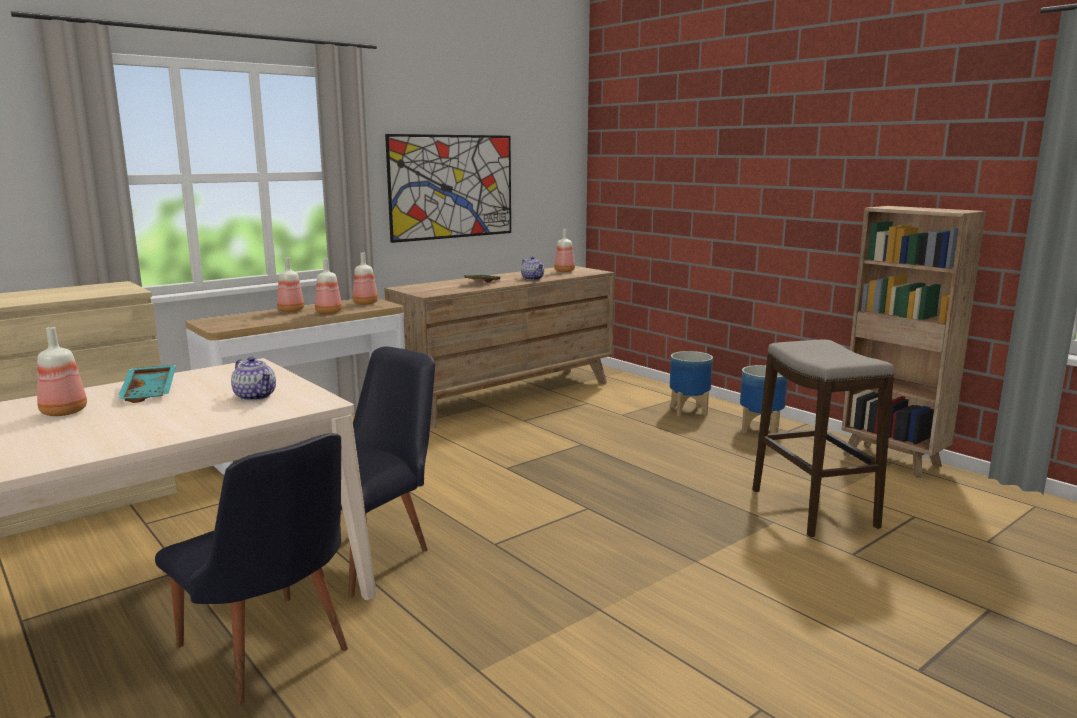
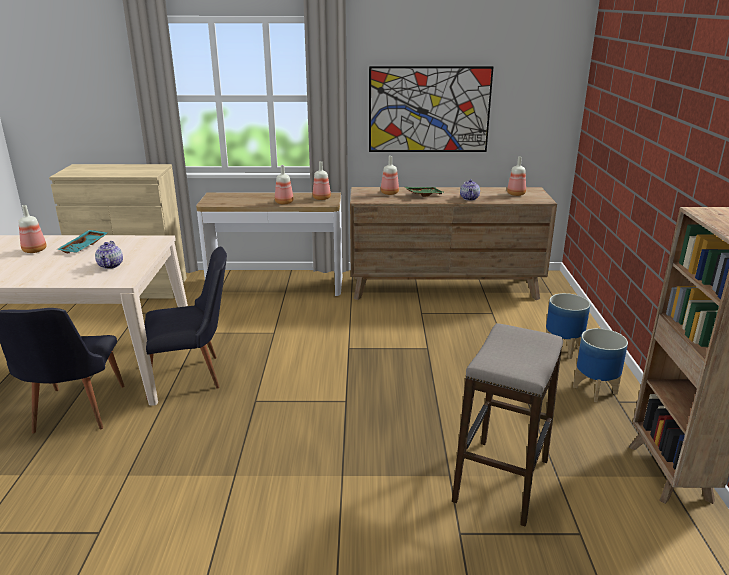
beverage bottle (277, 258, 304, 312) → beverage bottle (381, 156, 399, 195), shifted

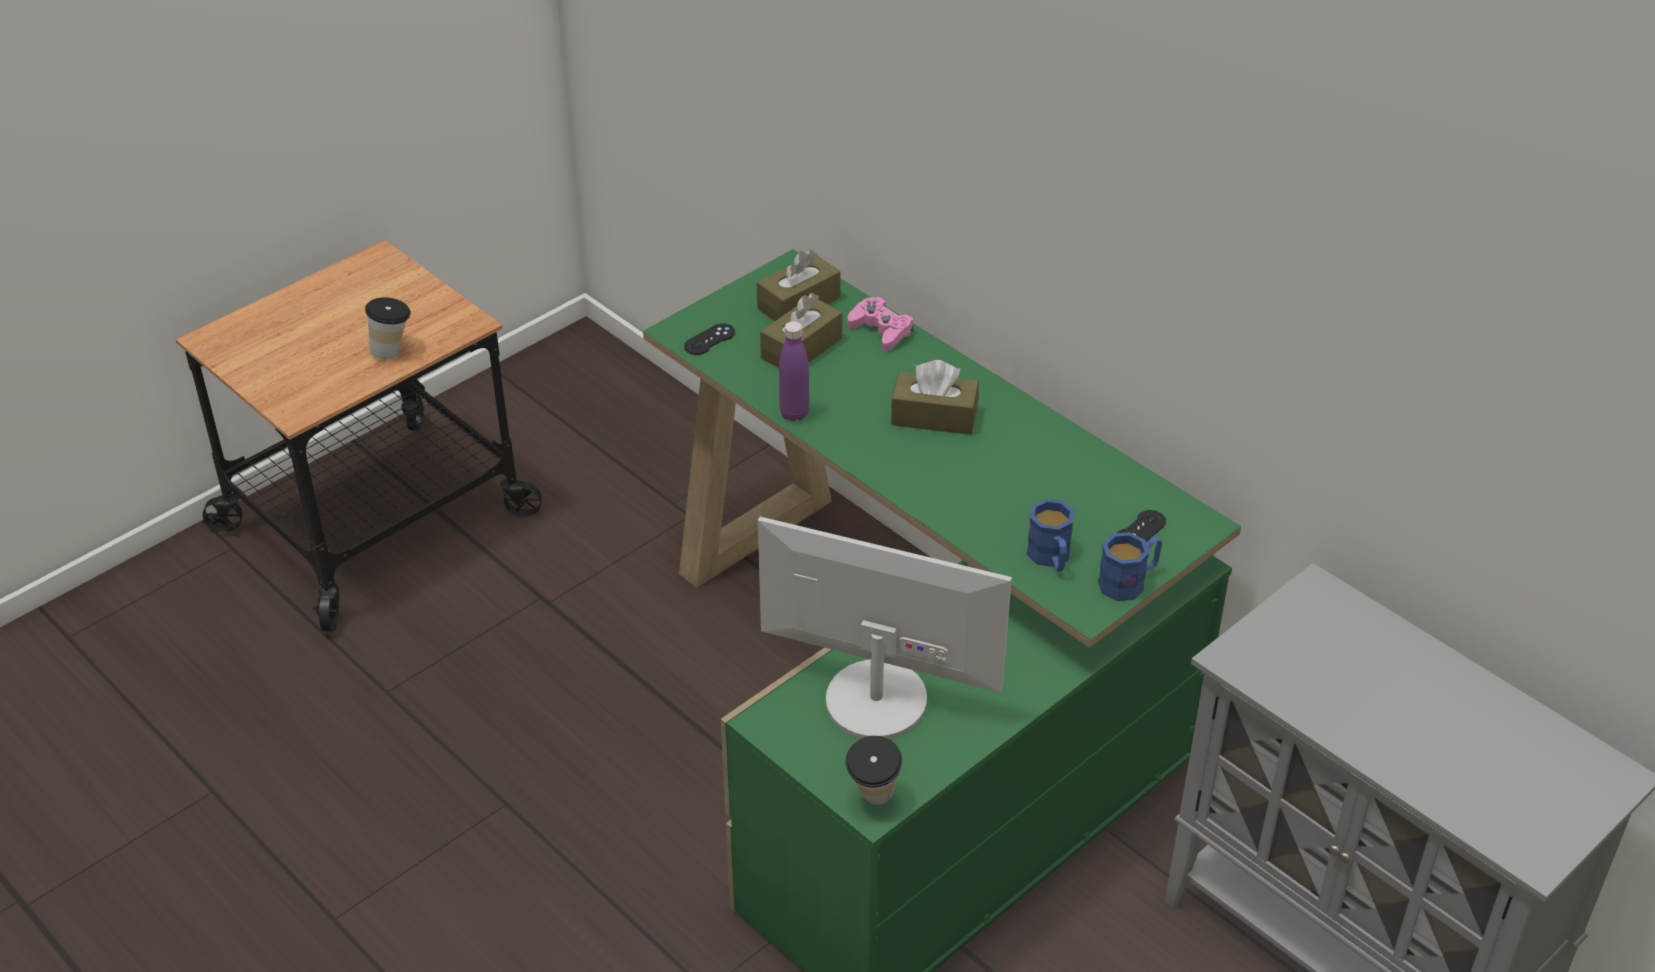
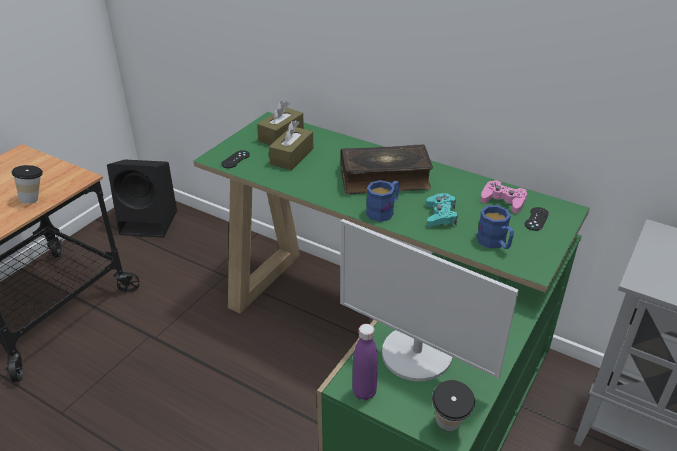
monitor (758, 517, 1012, 739) → monitor (340, 219, 519, 381), 150 degrees counterclockwise
beverage bottle (purple-coloured) (779, 321, 809, 421) → beverage bottle (purple-coloured) (352, 324, 378, 401), shifted
game controller (pink-coloured) (847, 297, 914, 351) → game controller (pink-coloured) (480, 180, 527, 214), shifted
tissue holder (brown) (891, 360, 979, 435) → bound book (341, 145, 433, 194)
mug (bluish) (1098, 532, 1162, 601) → mug (bluish) (366, 180, 400, 222), shifted
- → loudspeaker (black-coloured) (107, 160, 177, 238)
- → game controller (turquoise) (426, 193, 457, 227)

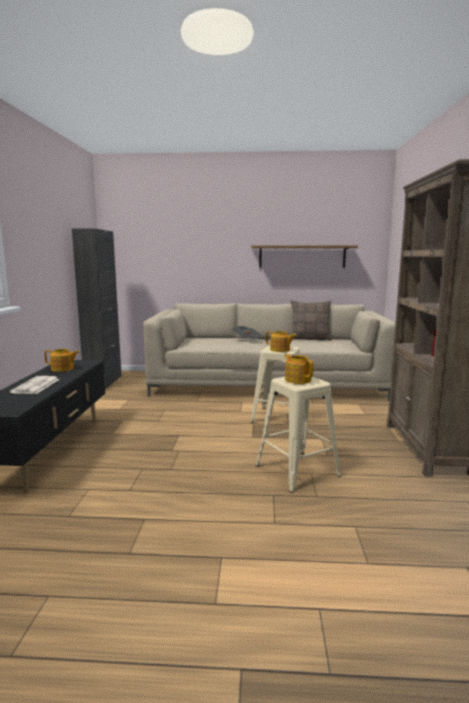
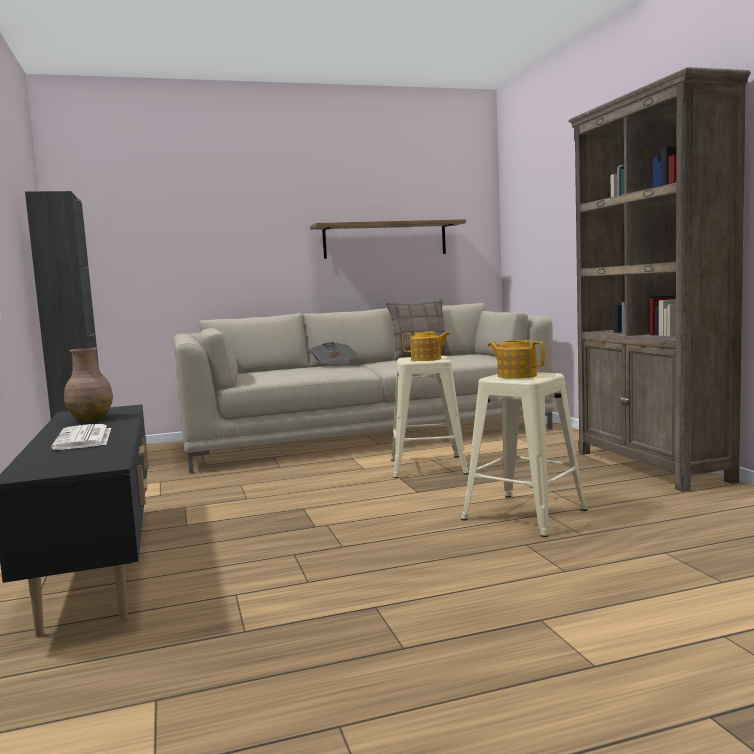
pot for tea (44, 349, 79, 372) → decorative vase (brown) (64, 348, 113, 421)

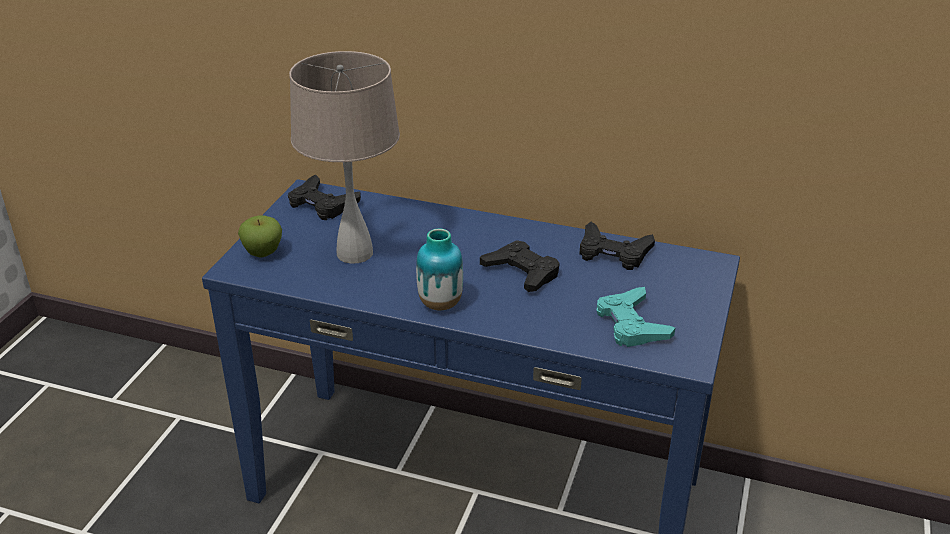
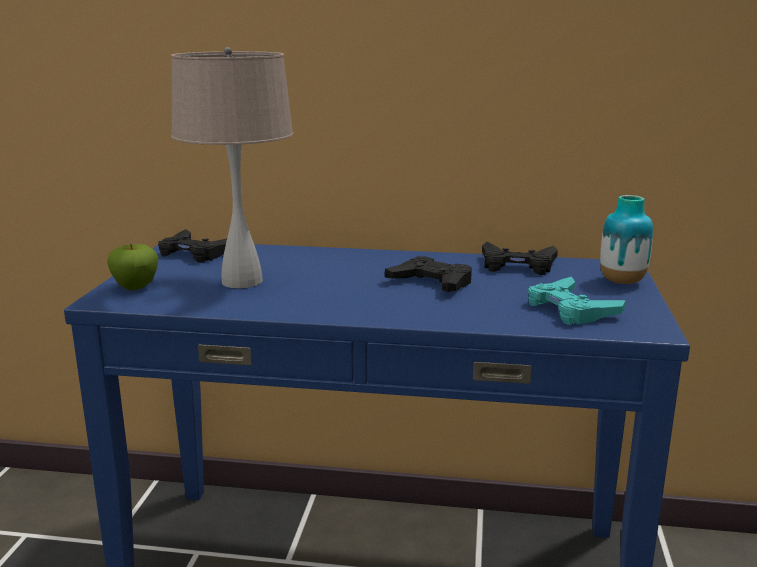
decorative vase (416, 229, 463, 310) → decorative vase (600, 195, 653, 284), shifted

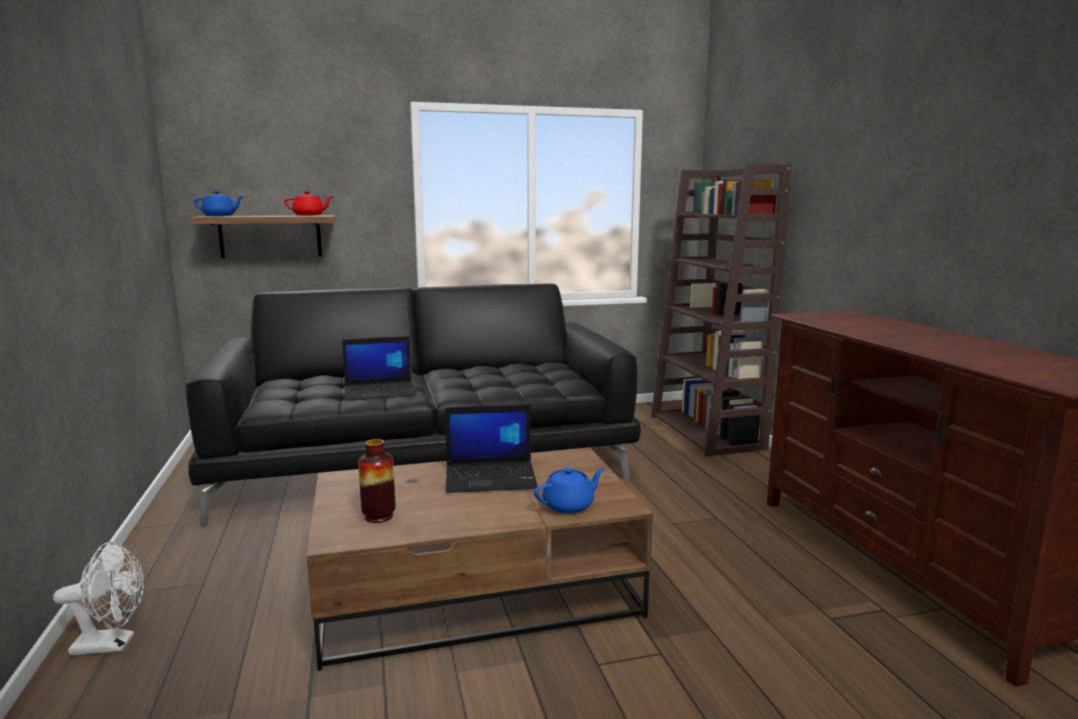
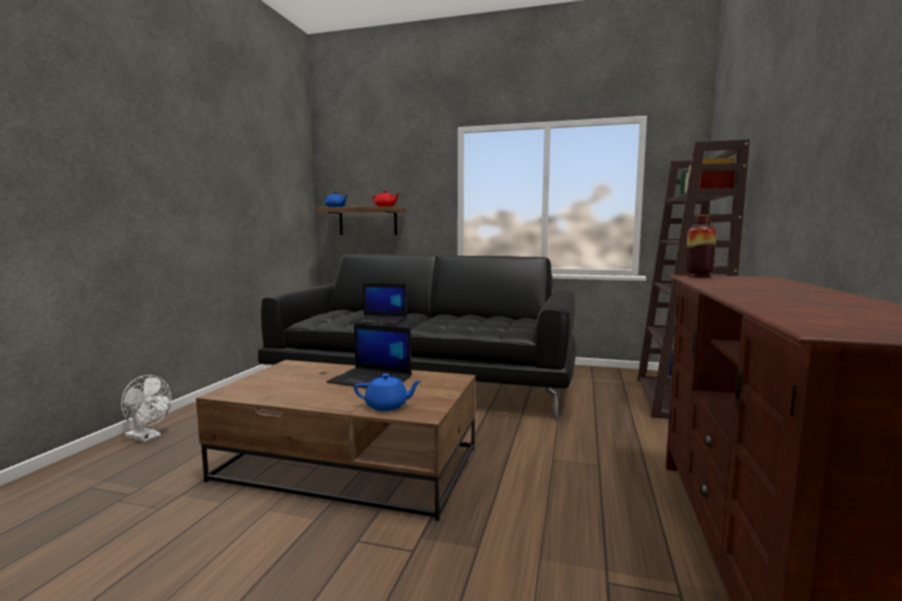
decorative vase (358, 439, 395, 523) → decorative vase (685, 215, 716, 277), shifted

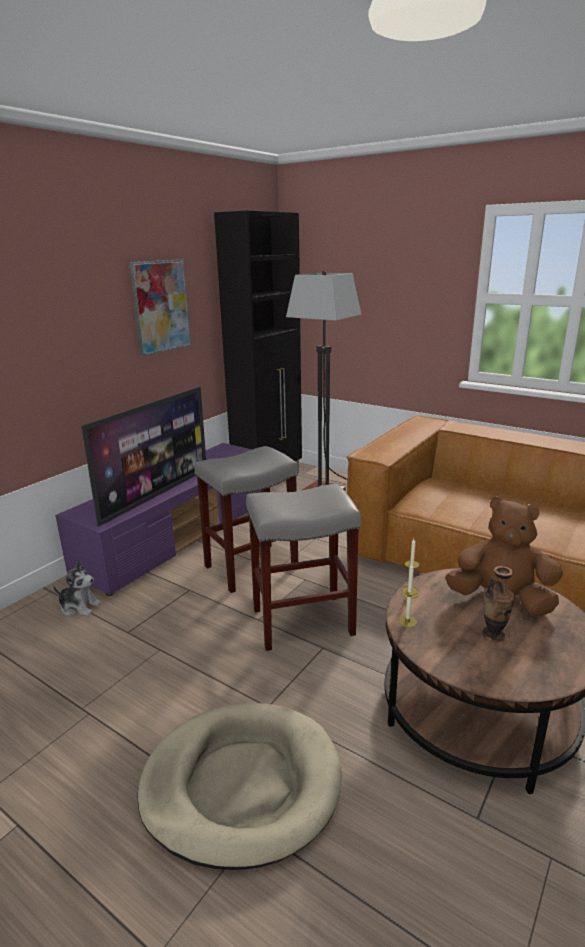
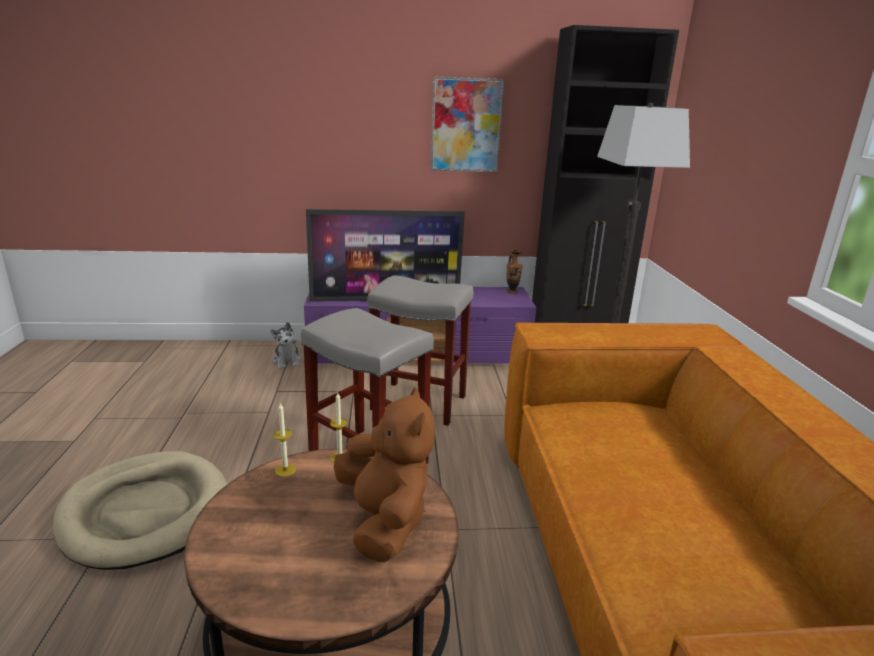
decorative vase (482, 566, 515, 642) → decorative vase (506, 249, 523, 294), shifted

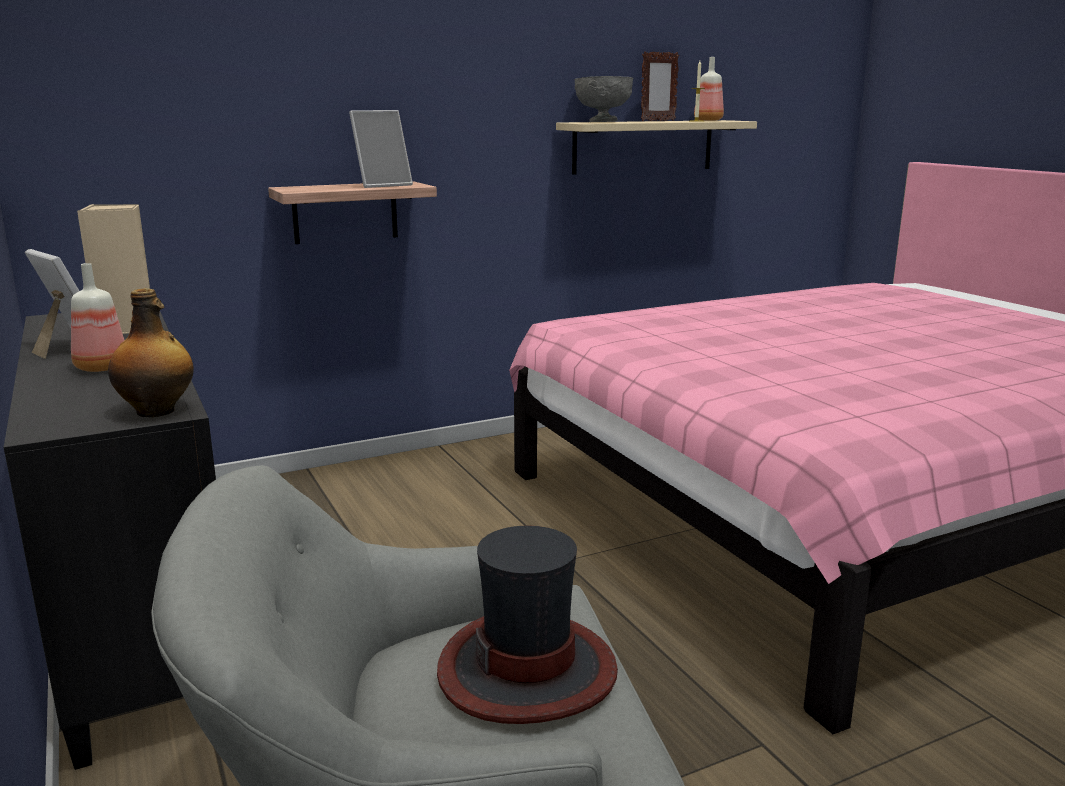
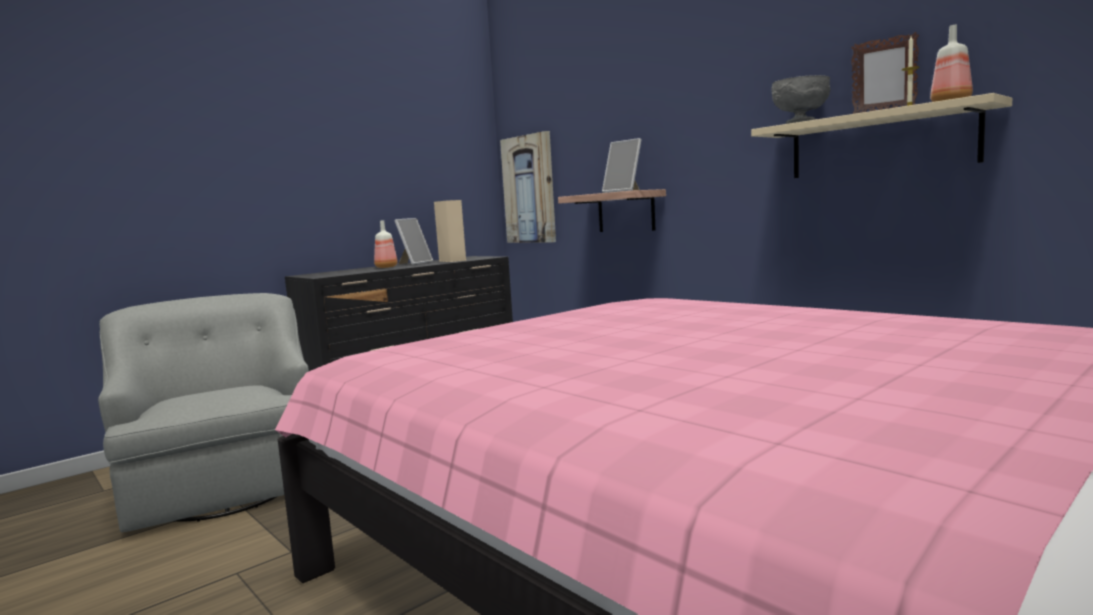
beverage bottle (108, 288, 194, 417) → -
clothing hat (437, 526, 618, 724) → -
- → wall picture (500, 131, 556, 243)

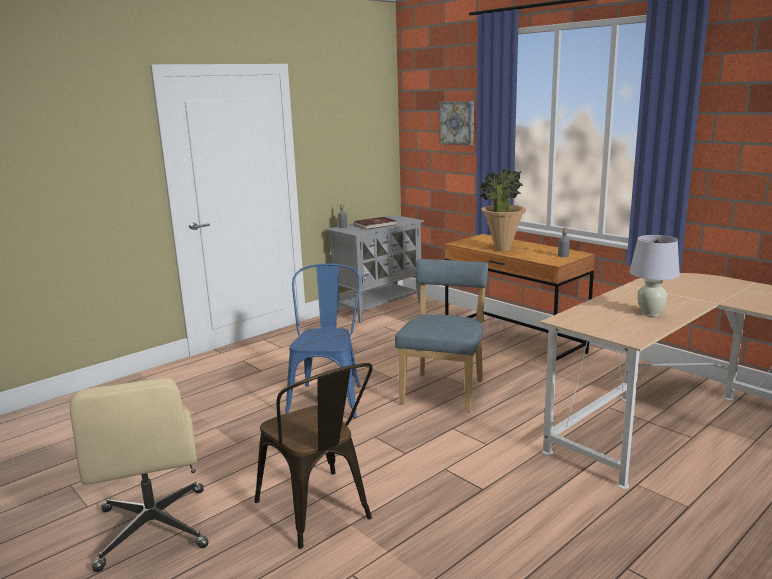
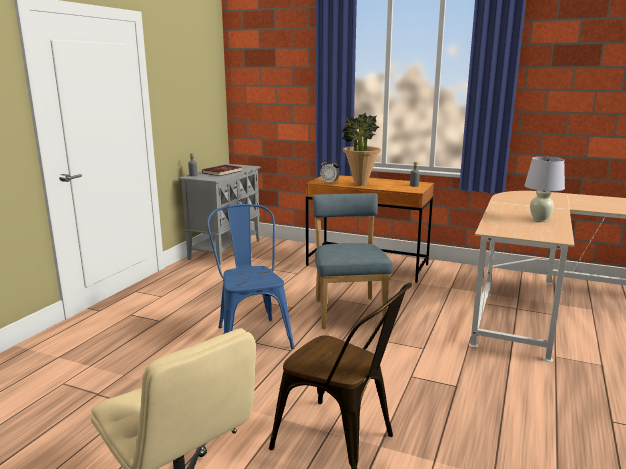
wall picture (439, 101, 474, 146) → -
- → alarm clock (320, 158, 340, 184)

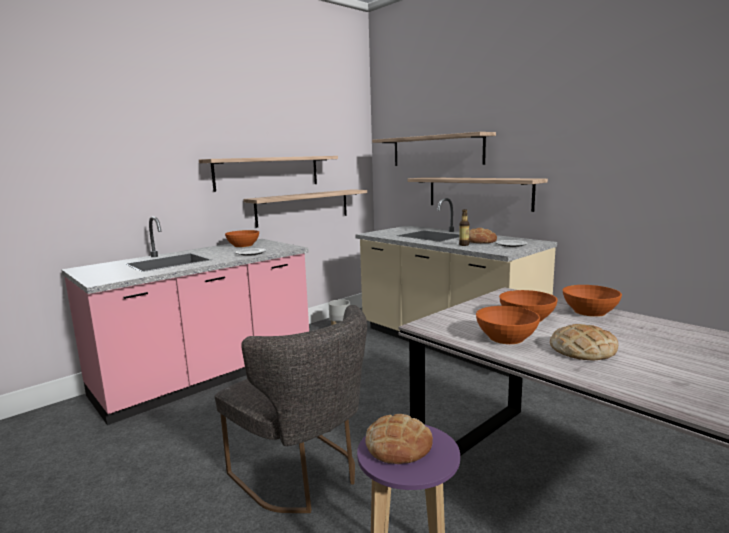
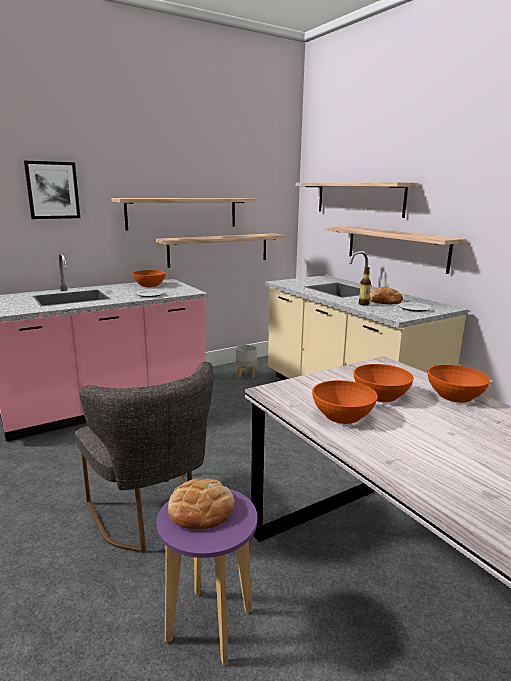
baked bread (550, 324, 618, 361) → -
- → wall picture (24, 160, 80, 219)

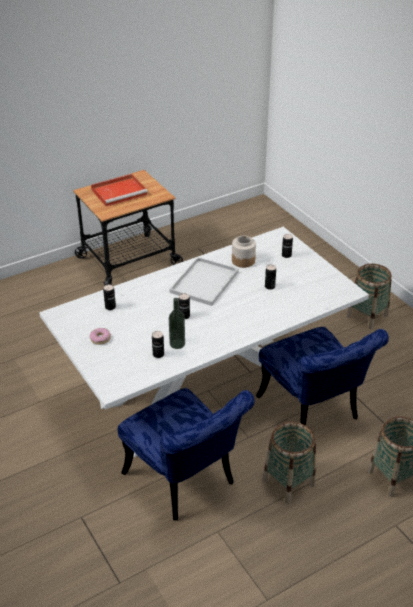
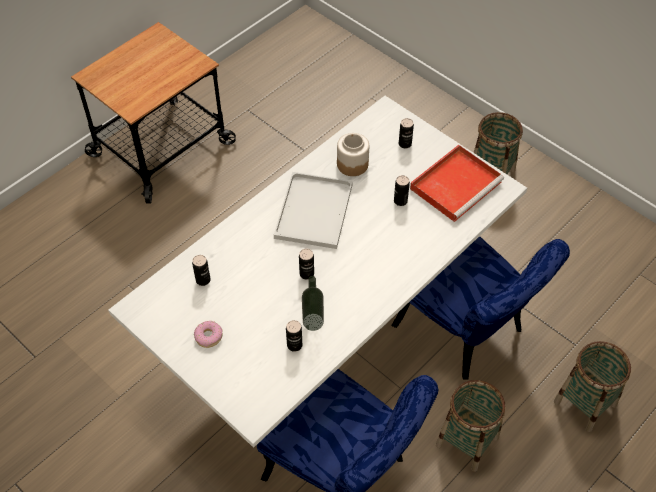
carrying tray (red) (91, 174, 148, 207) → carrying tray (red) (410, 145, 504, 222), shifted

